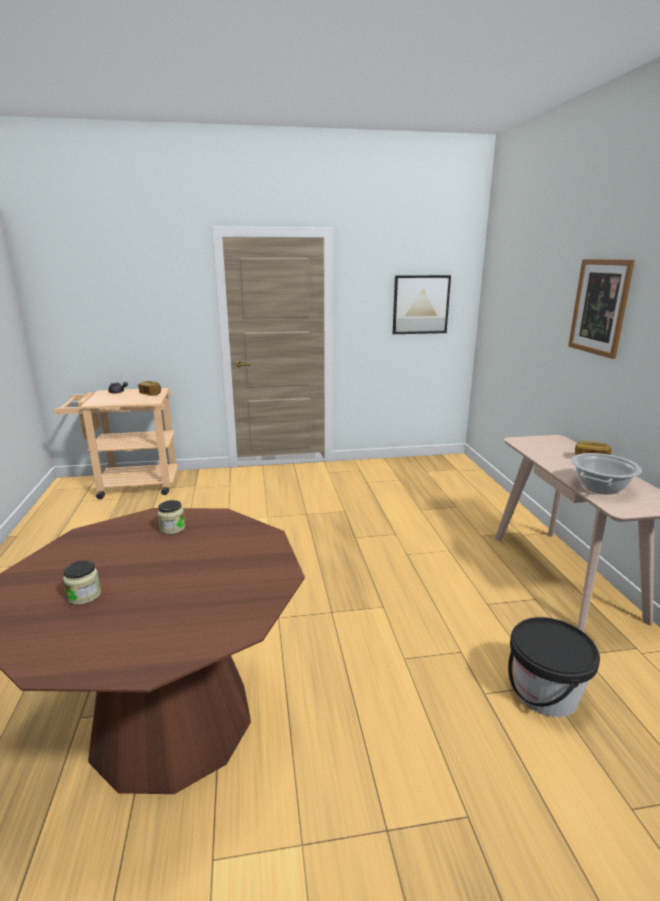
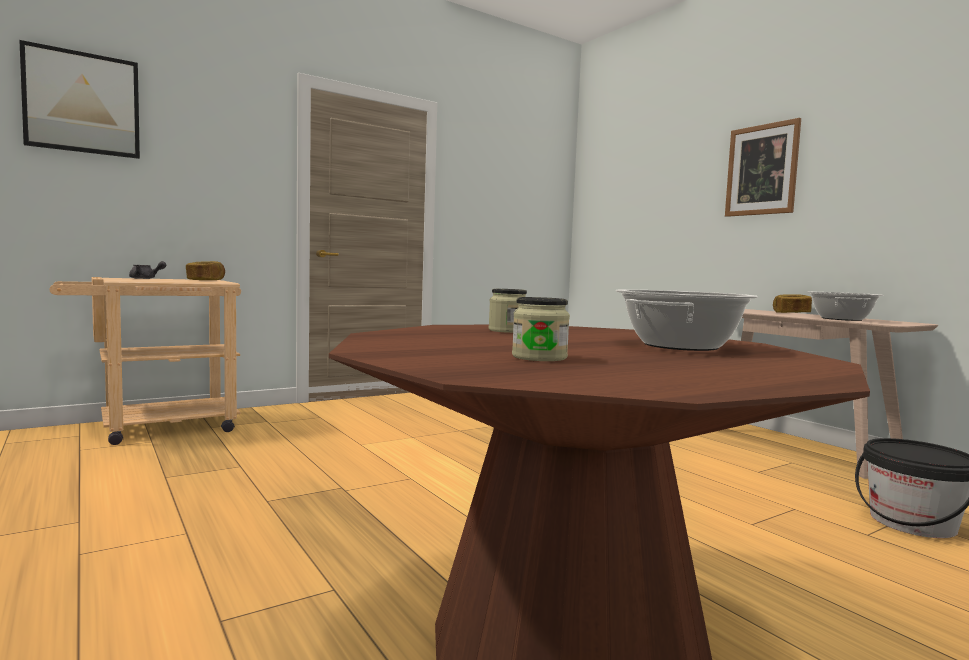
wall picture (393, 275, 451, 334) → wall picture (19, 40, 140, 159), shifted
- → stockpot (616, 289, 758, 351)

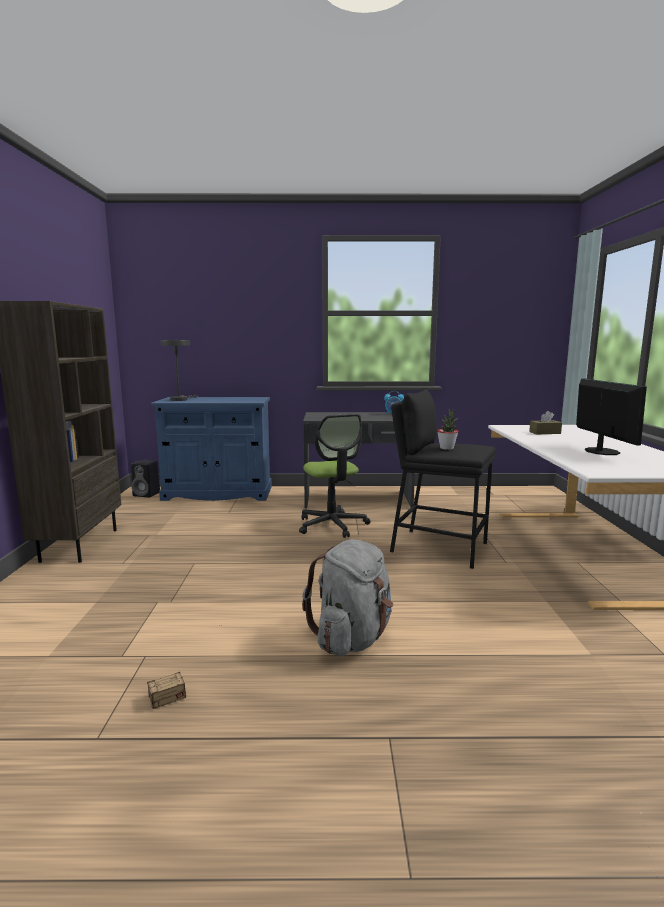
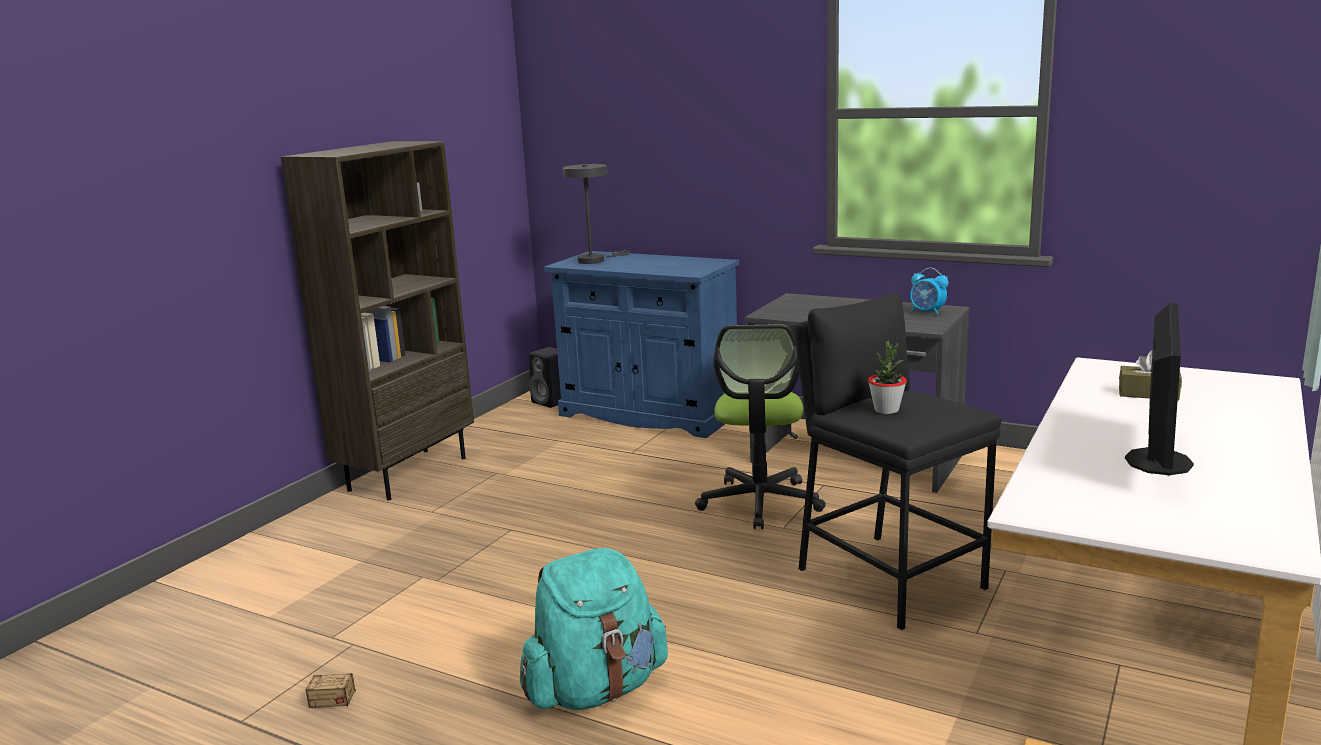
rucksack (greyish) (302, 539, 393, 656) → rucksack (turquoise) (520, 548, 668, 710)

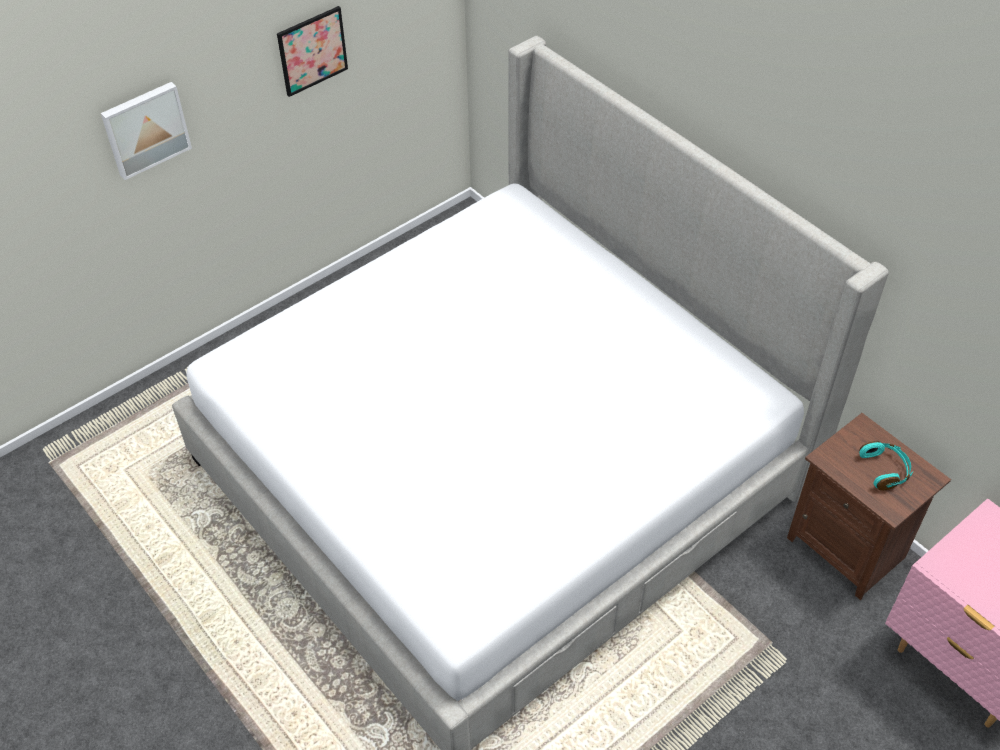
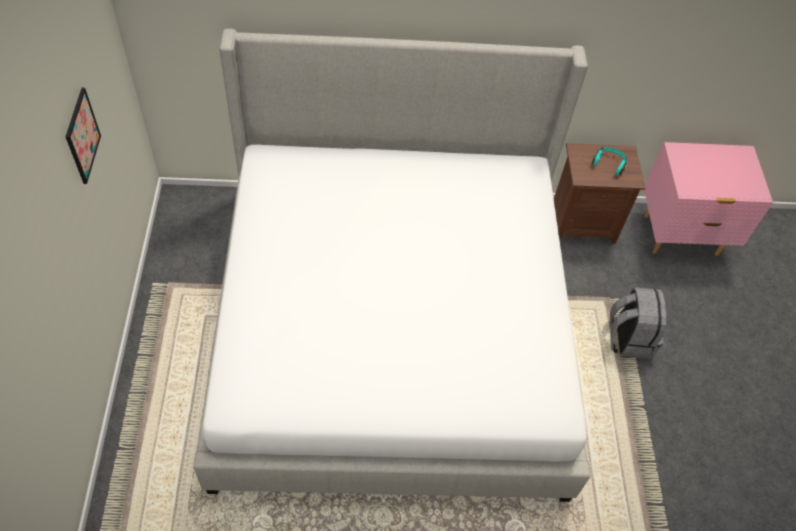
wall picture (101, 82, 192, 180) → -
- → rucksack (greyish) (610, 287, 667, 359)

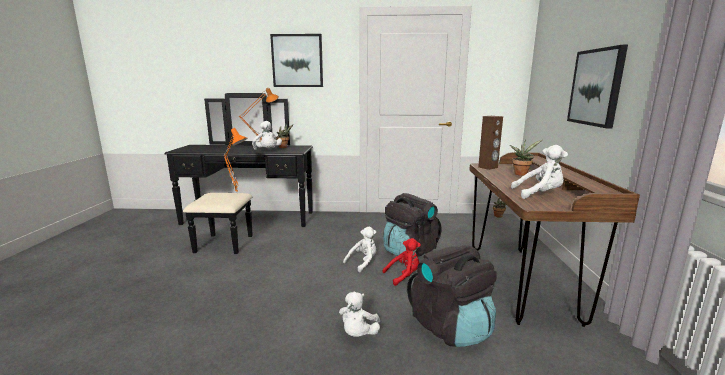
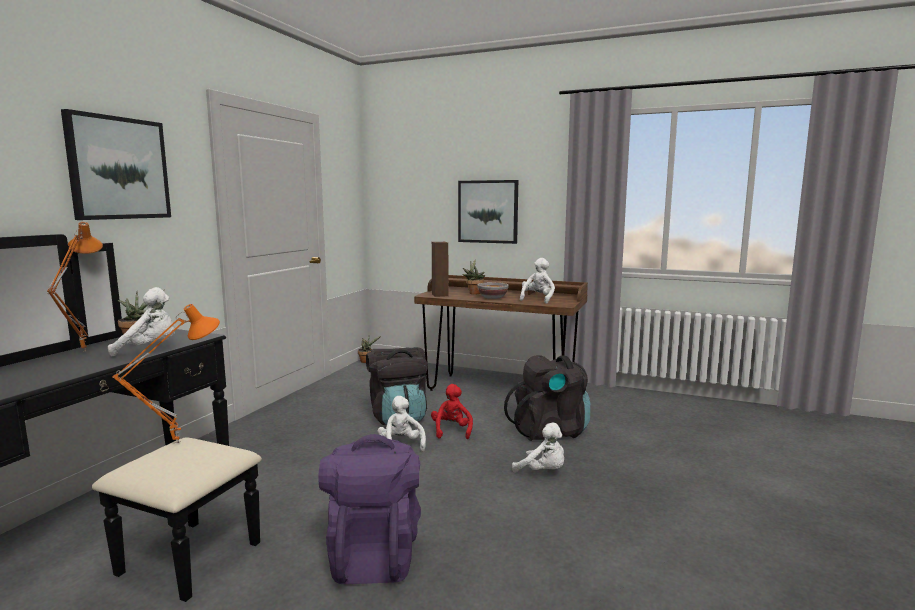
- → rucksack (purple-coloured) (318, 434, 421, 584)
- → deep dish (477, 282, 509, 299)

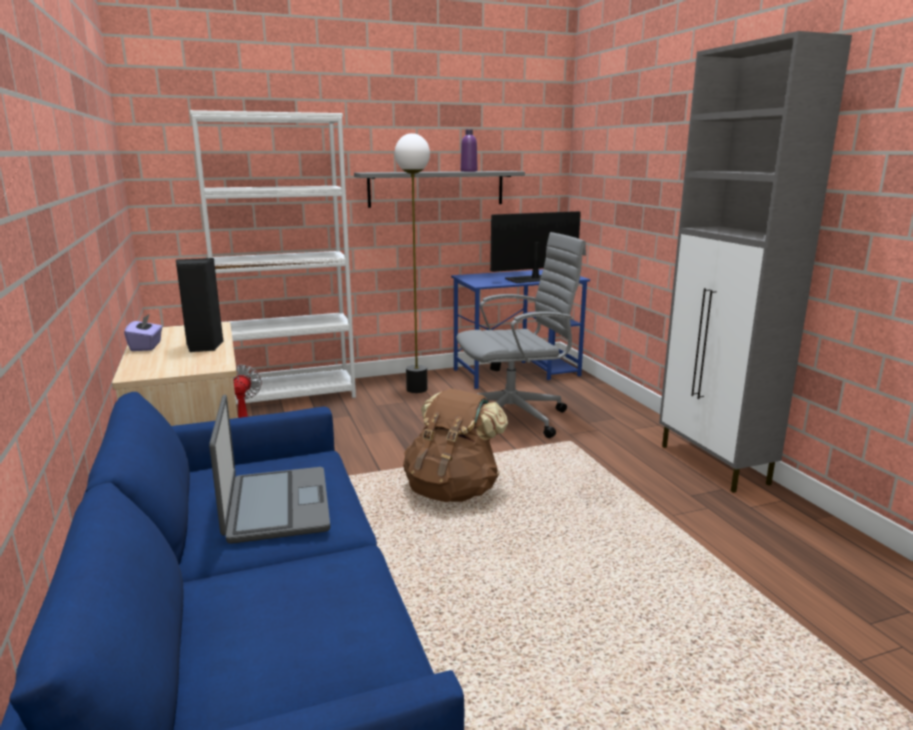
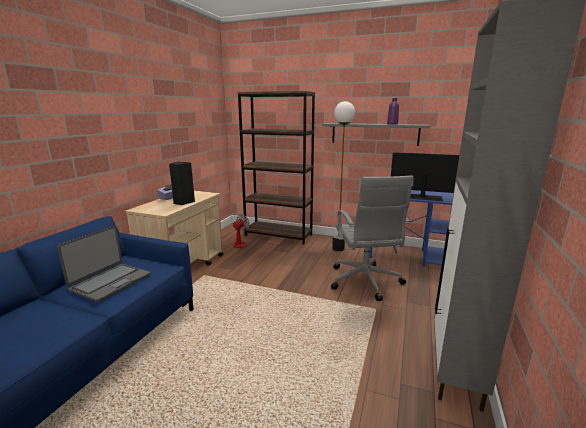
shelving unit (white-coloured) (190, 110, 356, 404) → shelving unit (brown) (237, 91, 315, 244)
rucksack (brown) (403, 389, 508, 502) → -
computer chair (greyish) (456, 232, 586, 438) → computer chair (greyish) (331, 176, 414, 301), 60 degrees clockwise

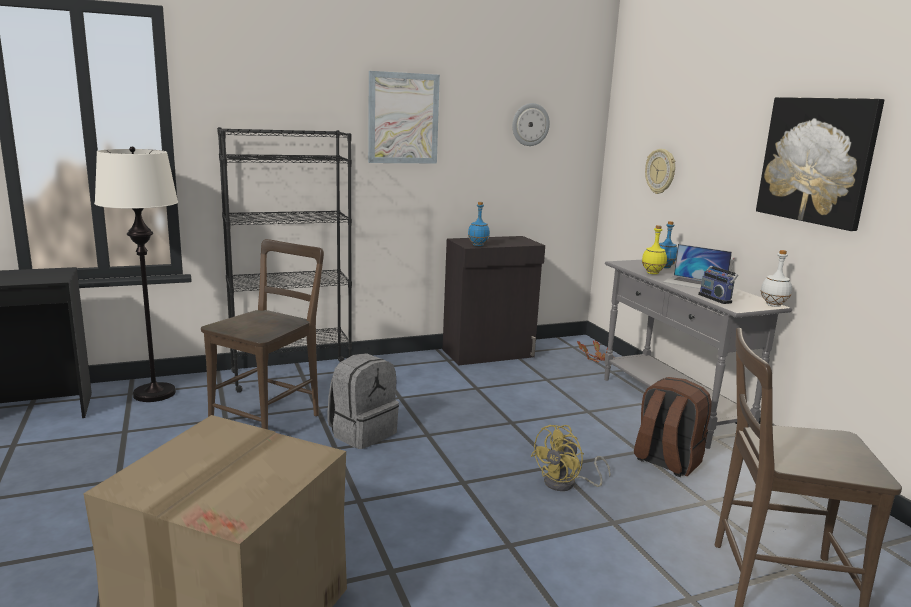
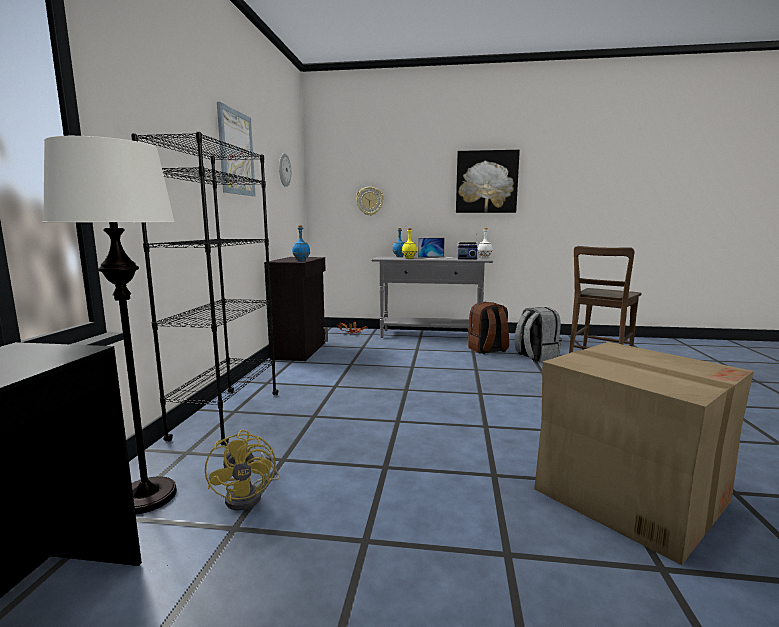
upright chair (brown) (201, 239, 324, 430) → -
rucksack (greyish) (328, 353, 399, 449) → rucksack (greyish) (515, 307, 562, 362), shifted
fan (yellow) (531, 425, 611, 491) → fan (yellow) (205, 430, 280, 511), shifted

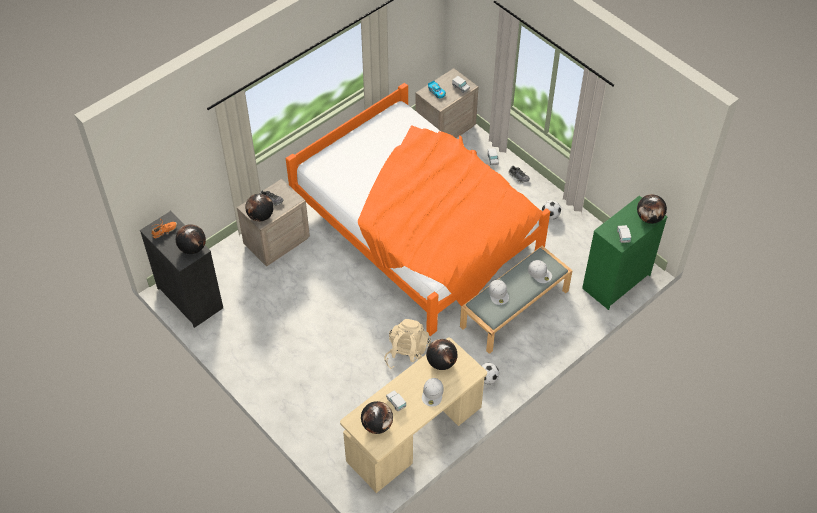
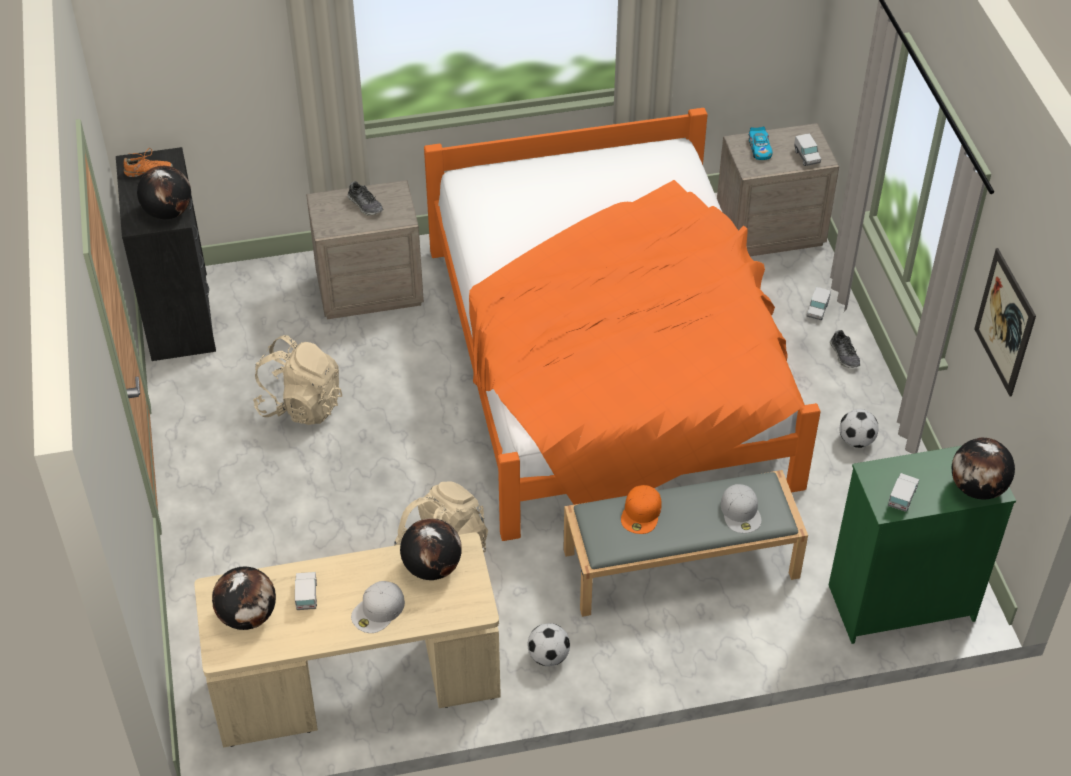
globe (245, 194, 274, 222) → -
baseball cap (white-coloured) (488, 280, 509, 305) → baseball cap (orangey) (621, 485, 662, 534)
- → rucksack (beige-coloured) (253, 335, 342, 425)
- → wall picture (974, 248, 1036, 396)

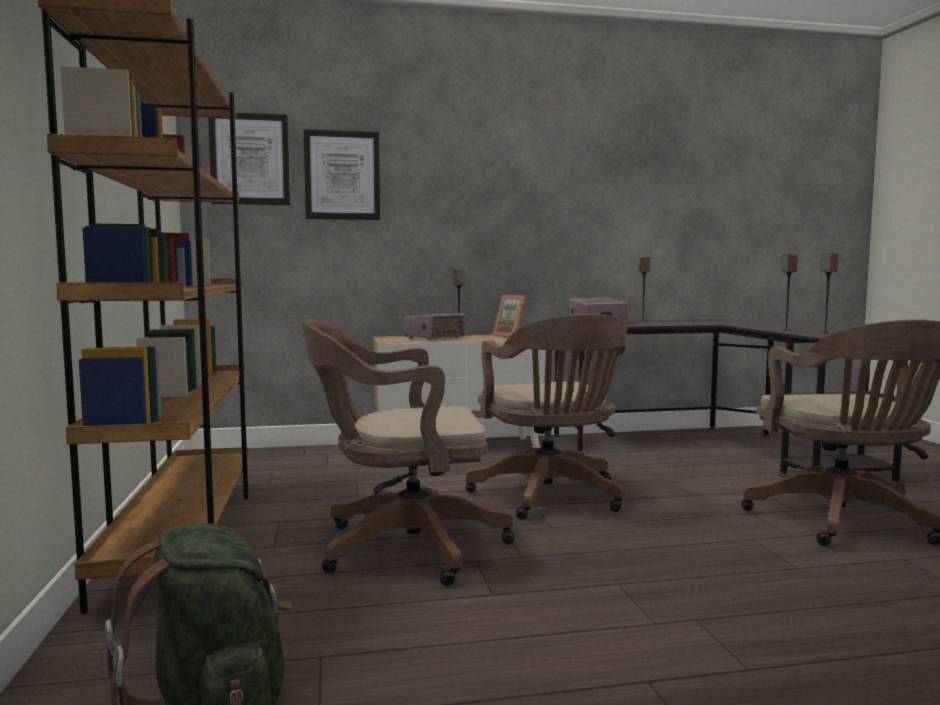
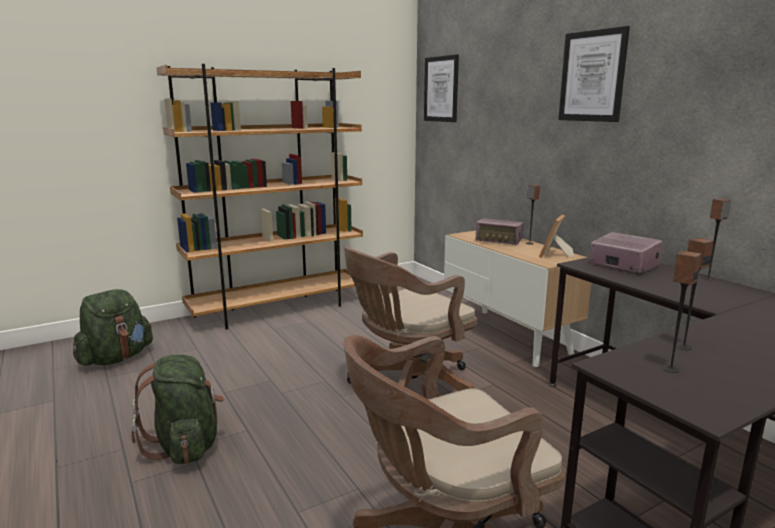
computer chair (brown) (301, 319, 515, 586) → -
wall picture (304, 129, 380, 220) → wall picture (558, 26, 630, 122), shifted
- → rucksack (green-coloured) (131, 355, 224, 464)

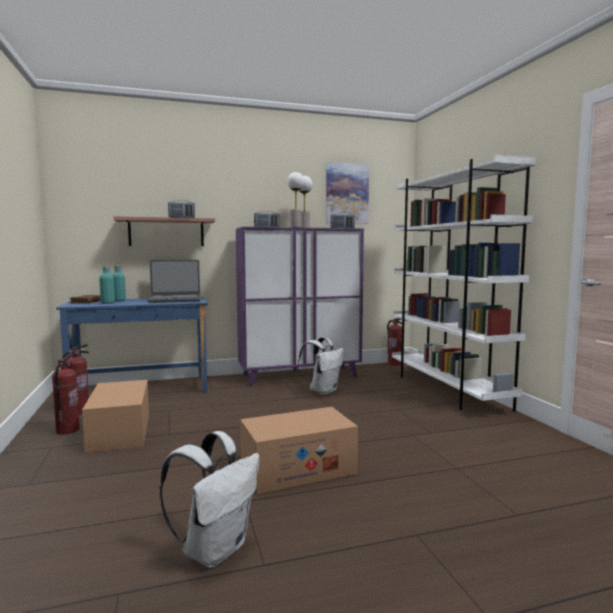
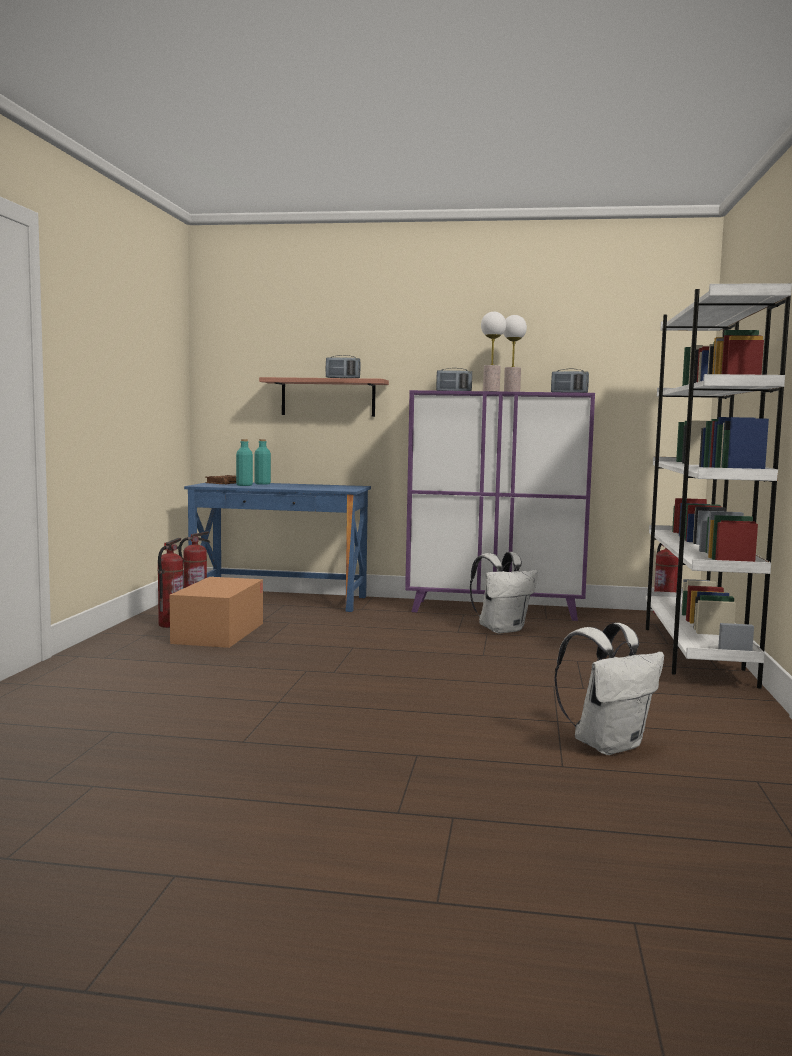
laptop (148, 260, 200, 303) → -
rucksack (white-coloured) (159, 431, 260, 568) → rucksack (white-coloured) (554, 623, 664, 755), shifted
cardboard box (240, 407, 358, 494) → -
wall picture (326, 162, 369, 224) → -

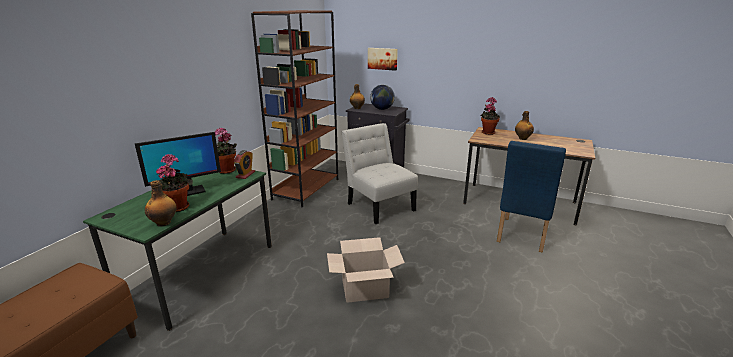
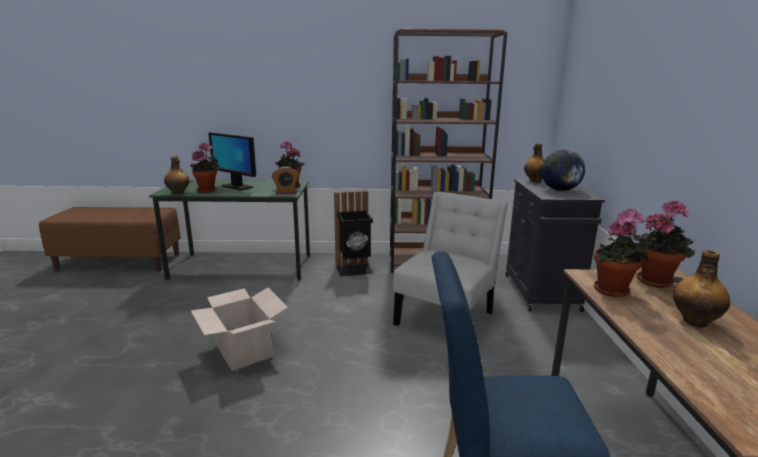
wall picture (368, 48, 398, 71) → -
- → rubbish bin (black-coloured) (334, 190, 373, 277)
- → houseplant (594, 209, 649, 297)

